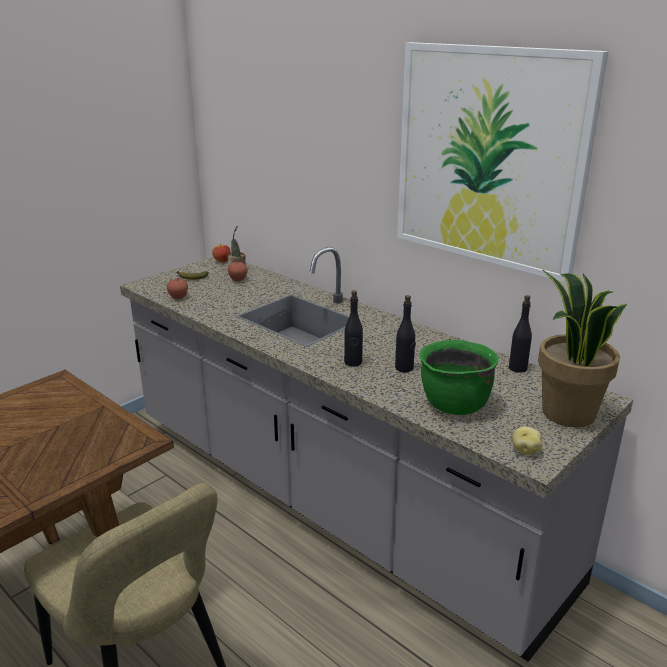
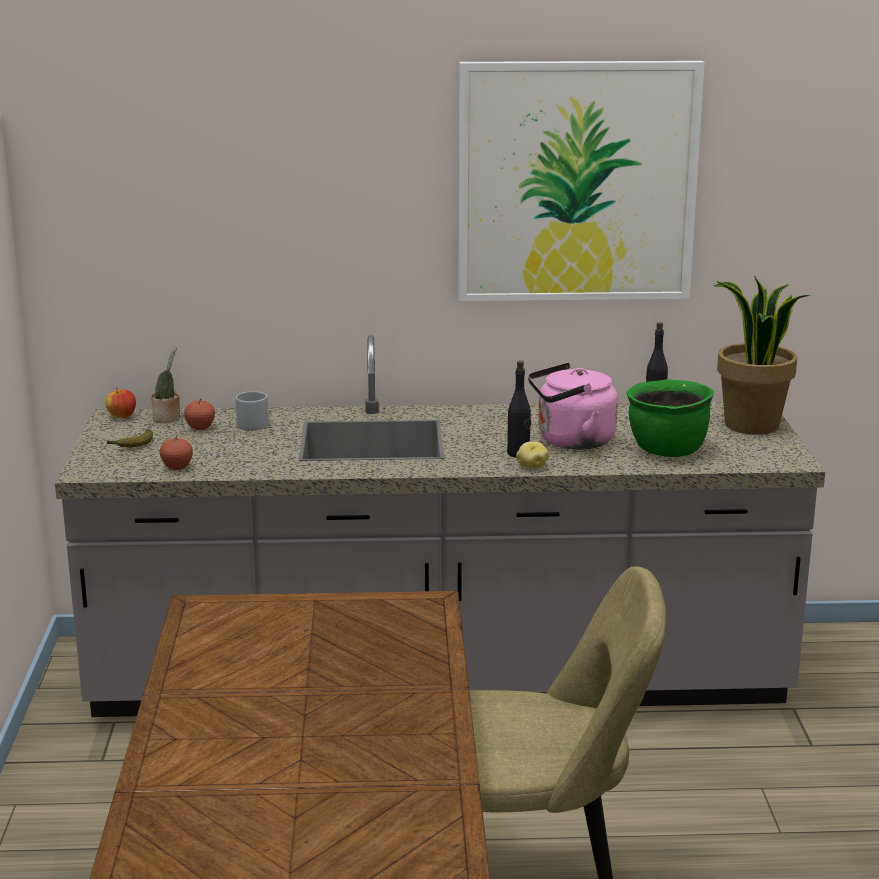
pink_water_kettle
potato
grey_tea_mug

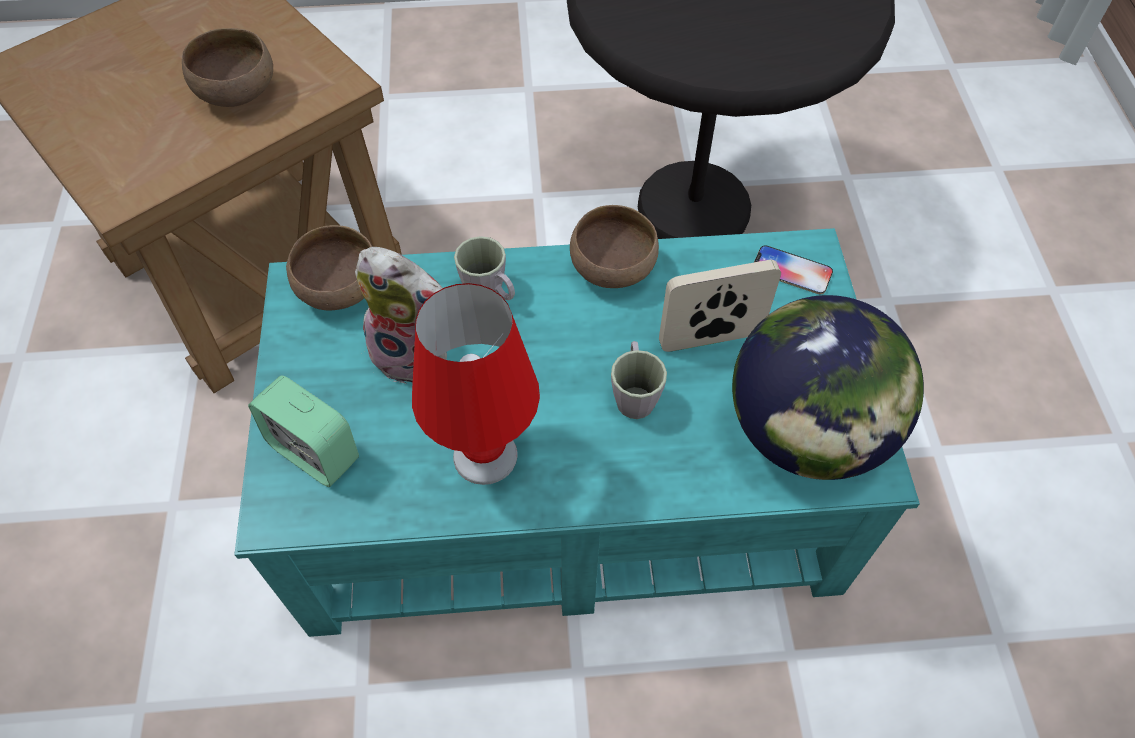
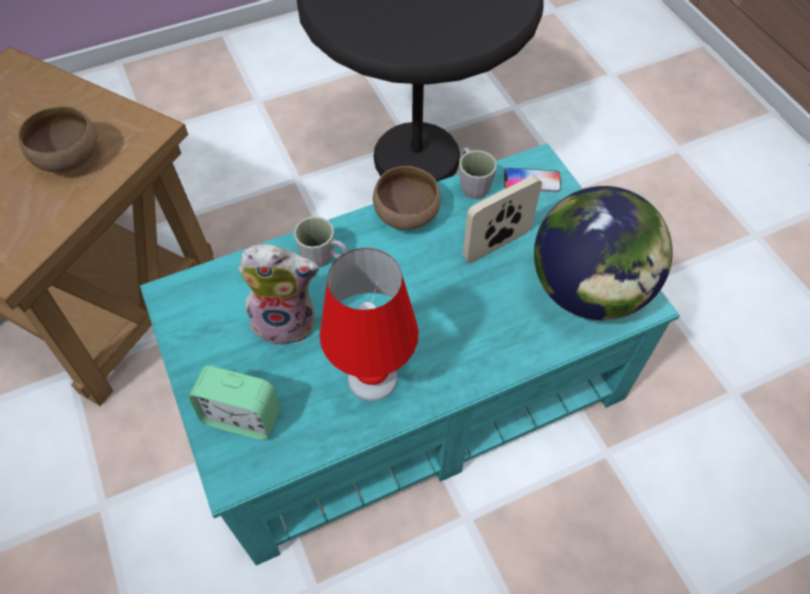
brown_deep_dish (2nd from left in the first image)
grey_tea_mug (2nd from left)

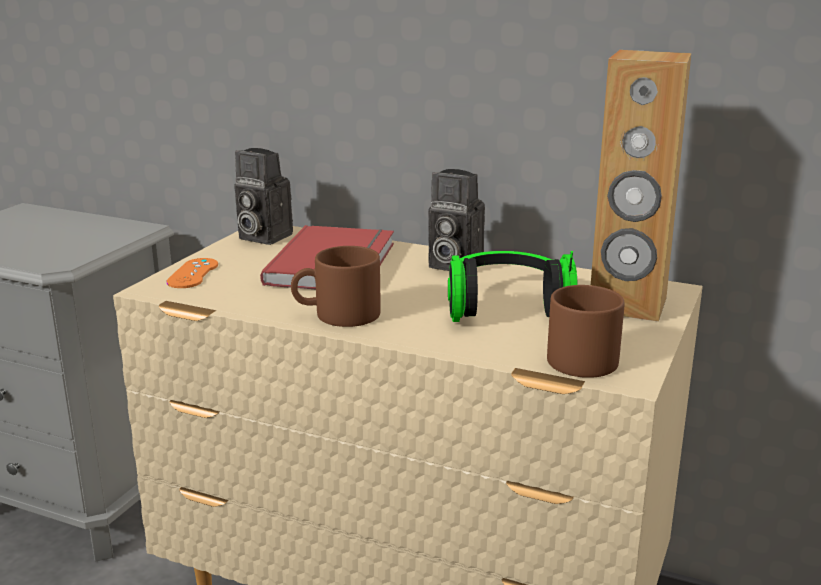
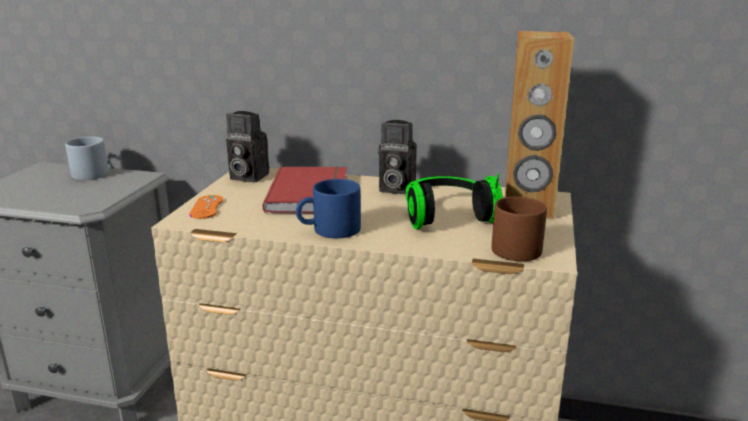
blue-coloured_tea_mug
grey_tea_mug

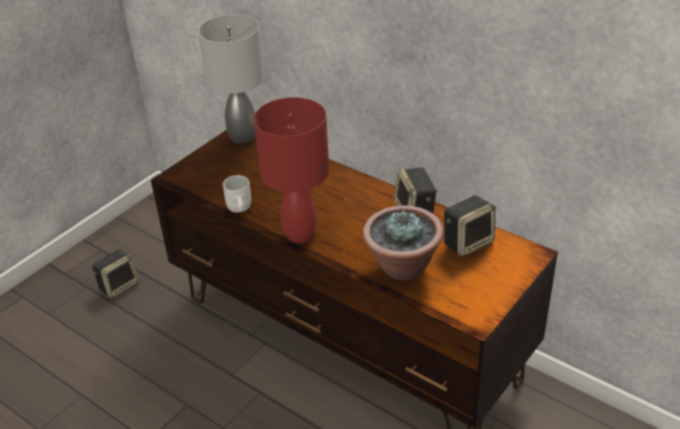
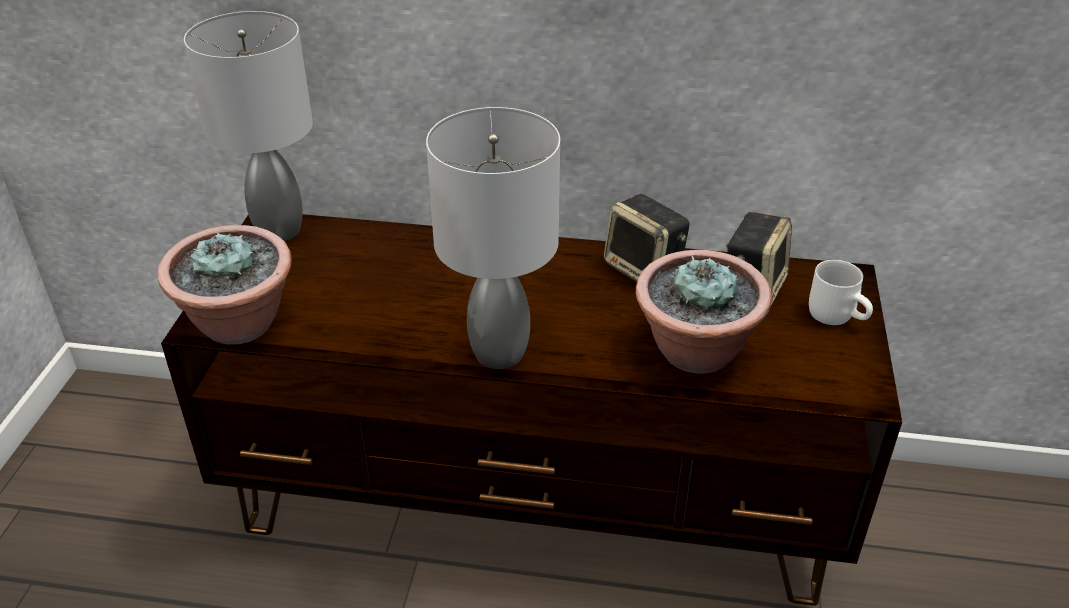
grey_table_lamp (2nd from left)
whitish_tea_mug
audio_speaker (1st from left in the first image)
potted_plant (1st from left)

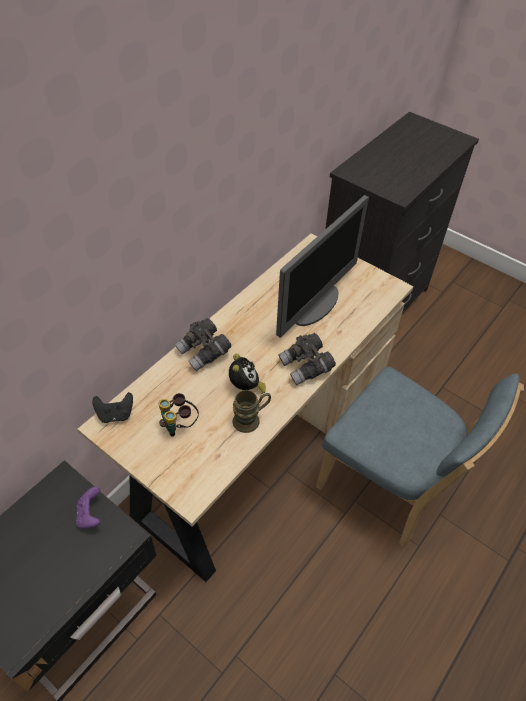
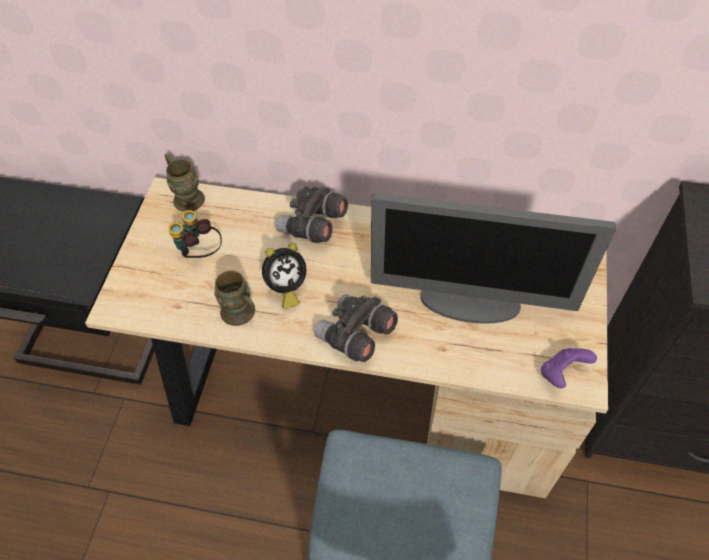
brown_tea_mug (1st from left)
purple_joypad

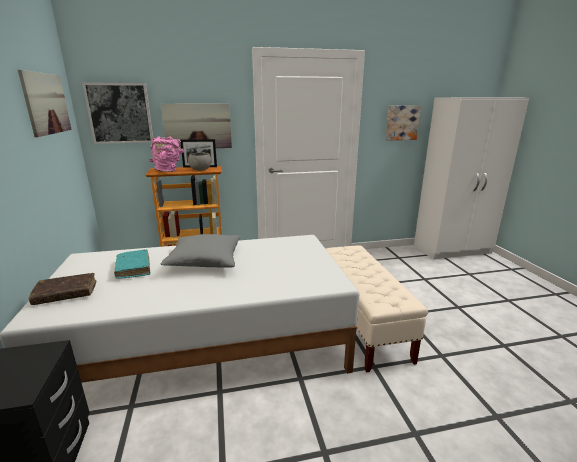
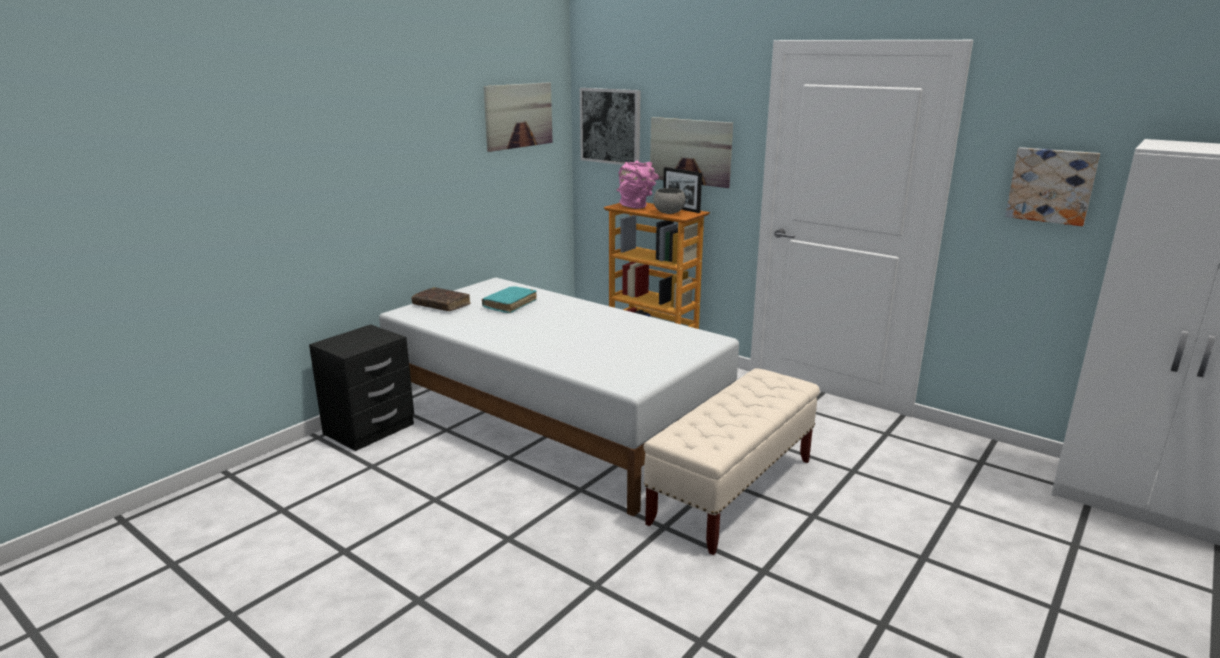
grey_cushion

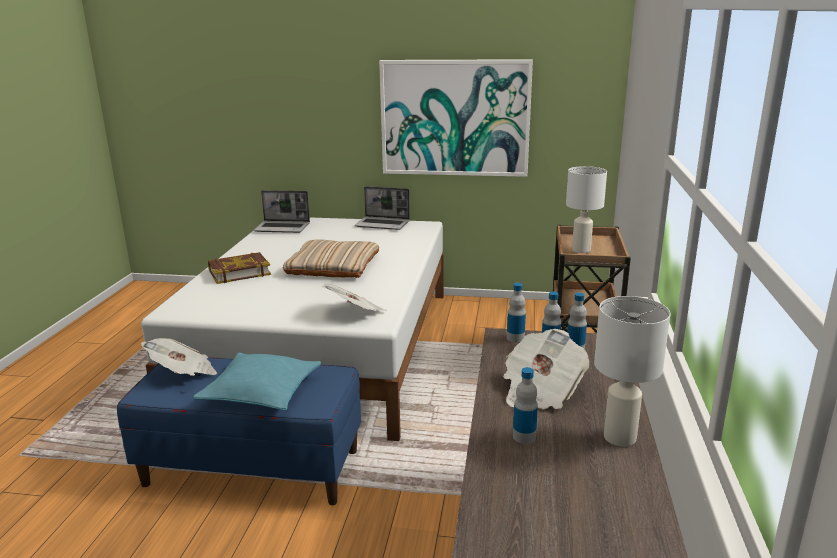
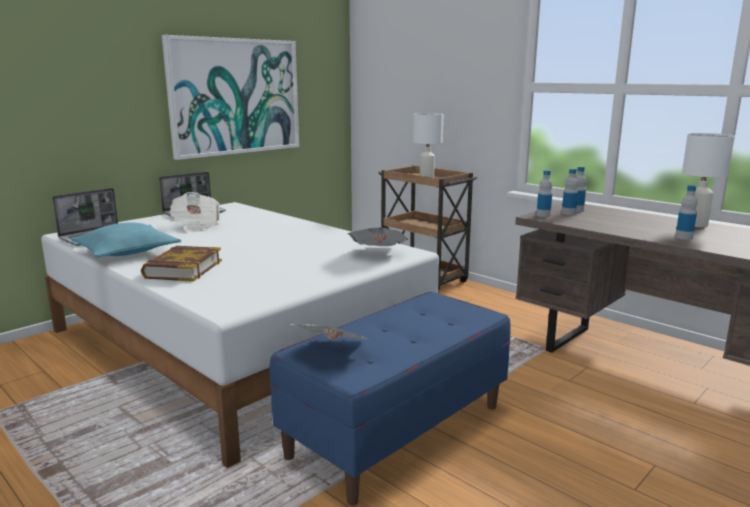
sand-coloured_cushion
newspaper (1st from left)
turquoise_cushion

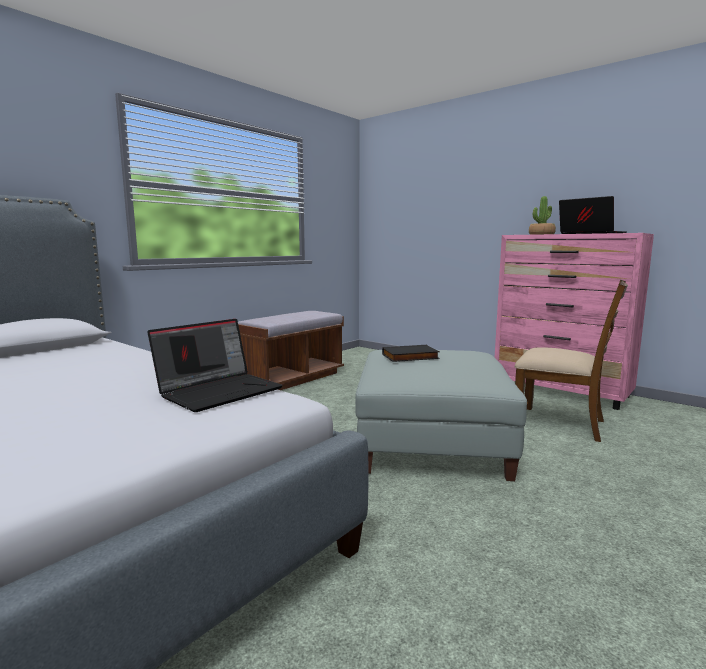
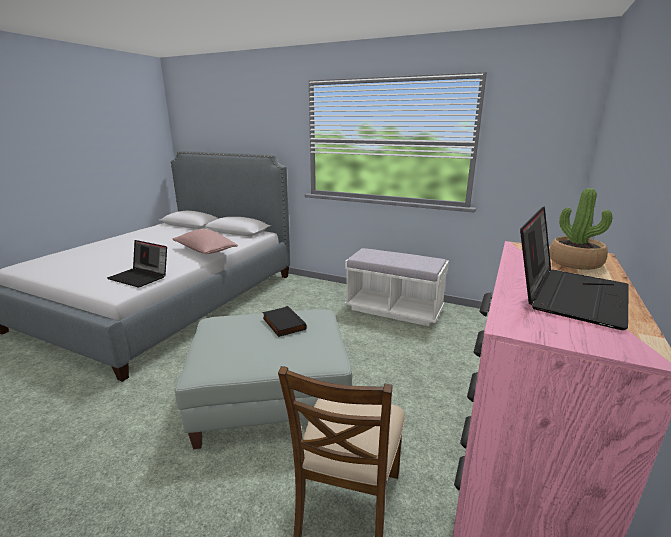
whitish_bench
pink_cushion

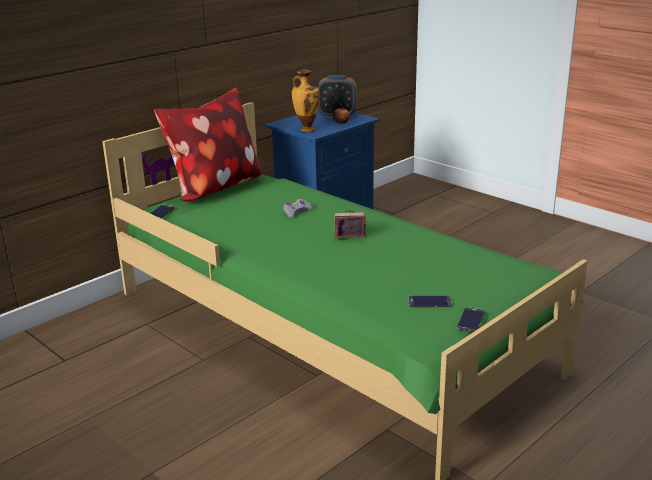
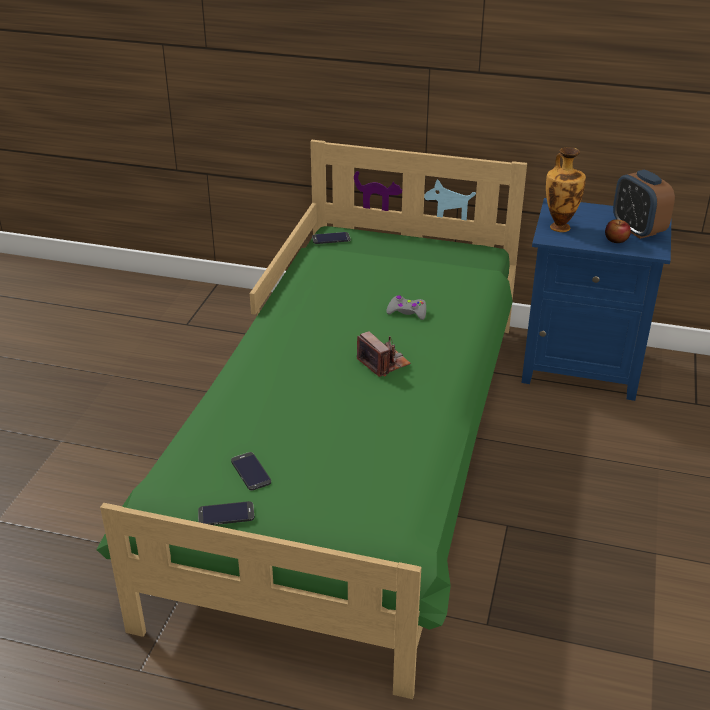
cushion

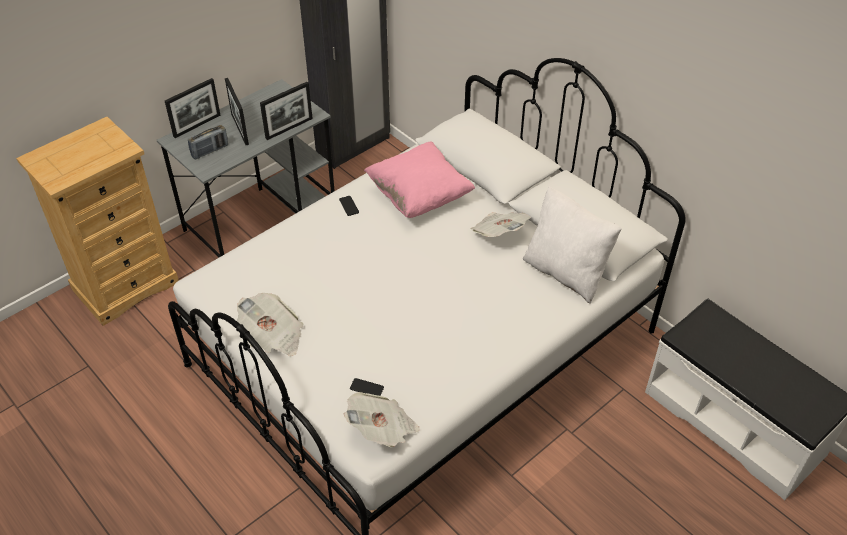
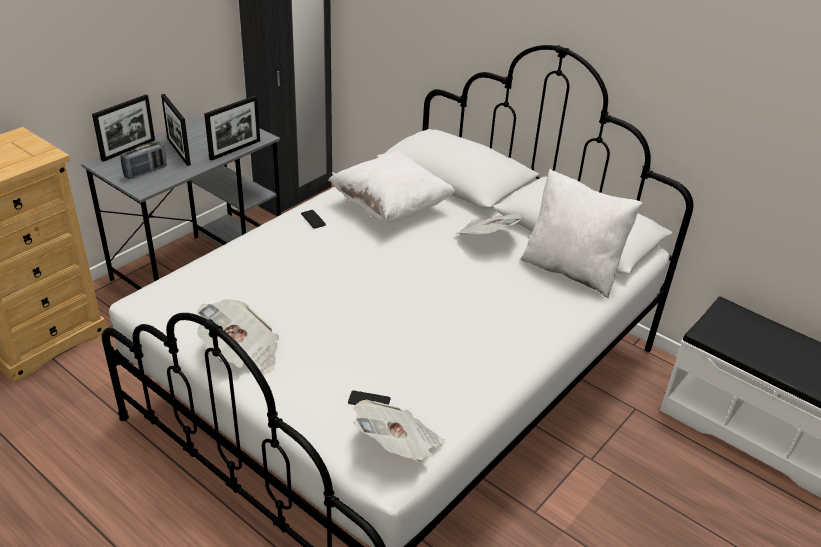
whitish_cushion (1st from left)

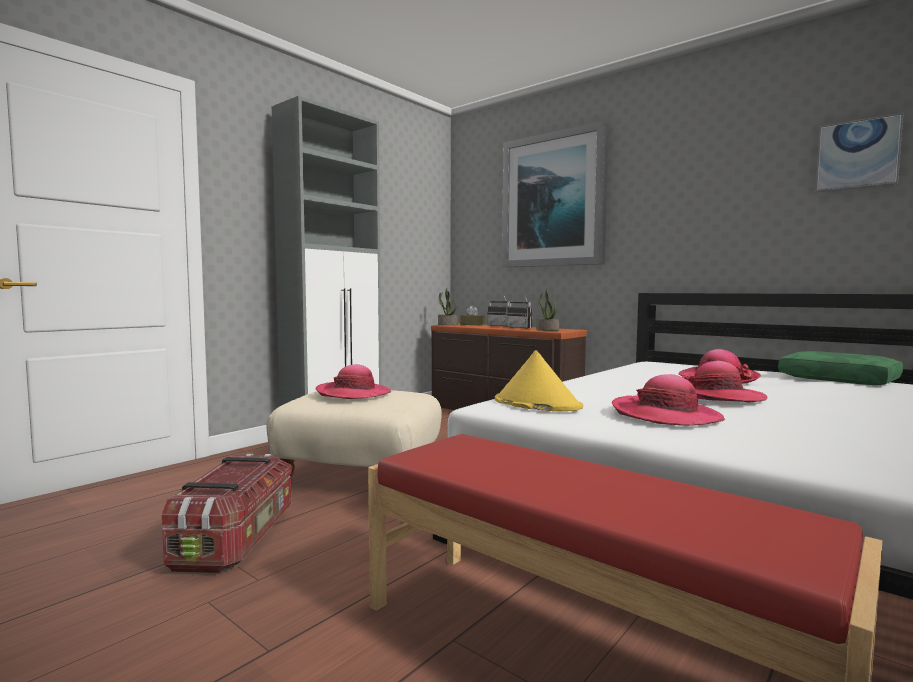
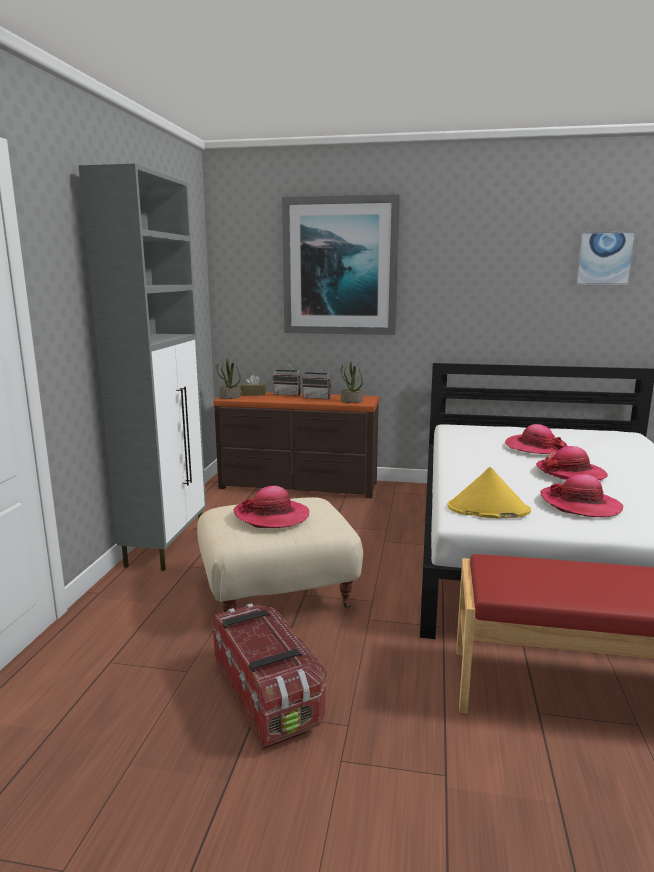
greenish_cushion

